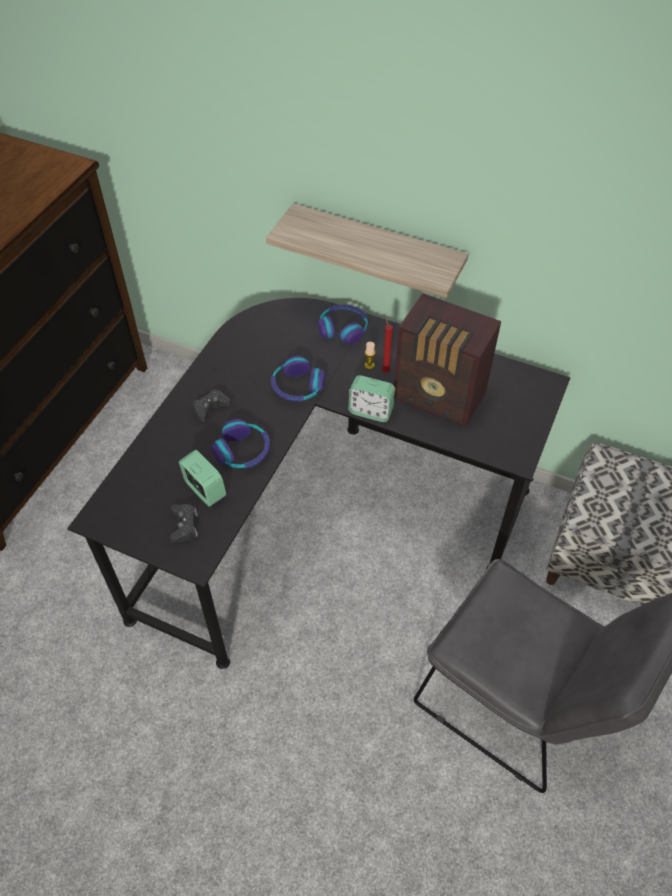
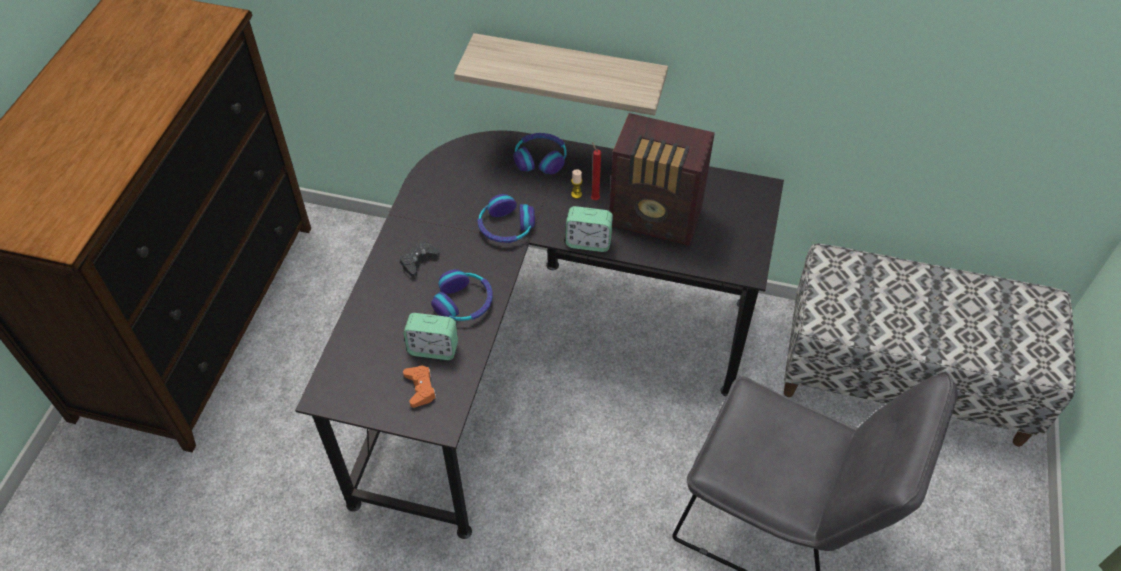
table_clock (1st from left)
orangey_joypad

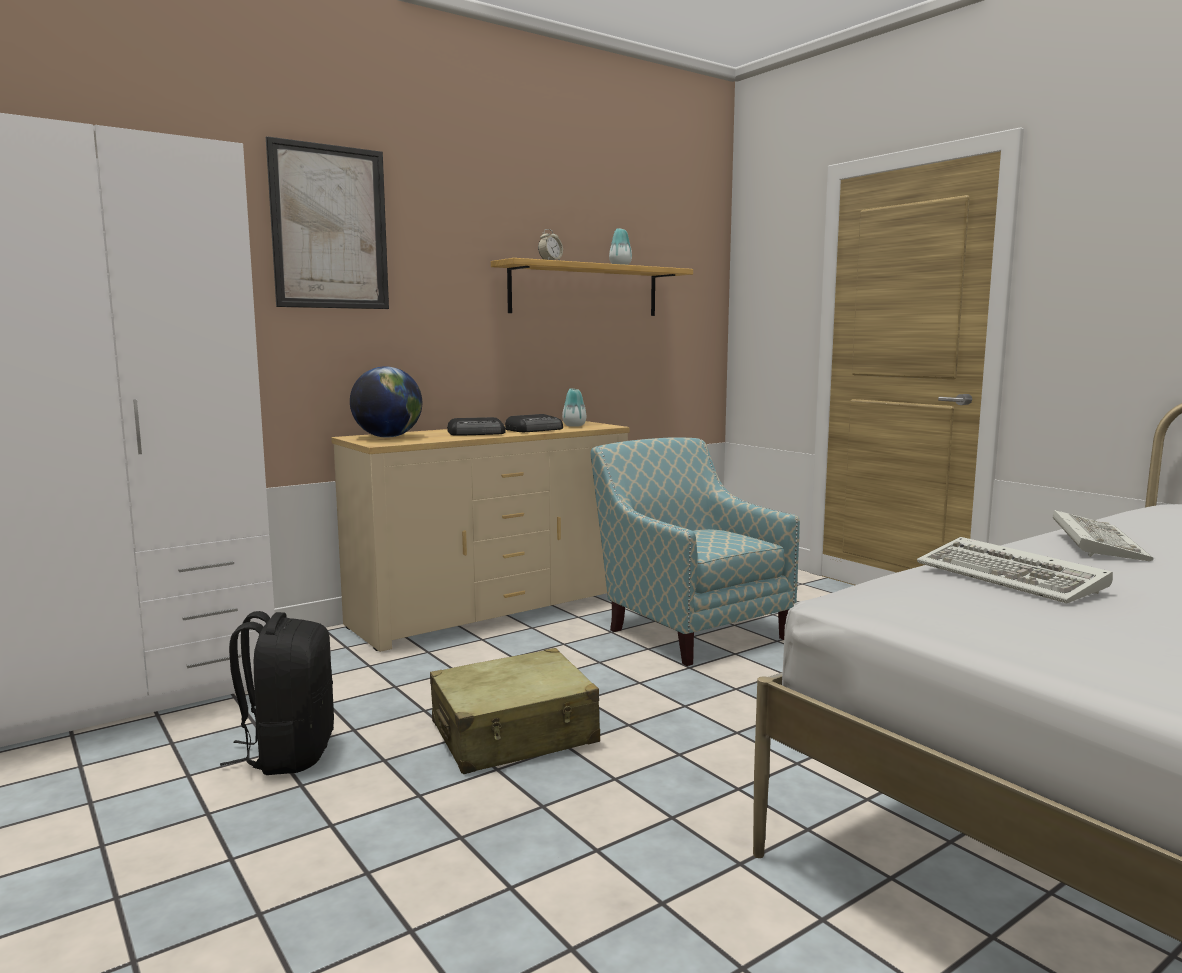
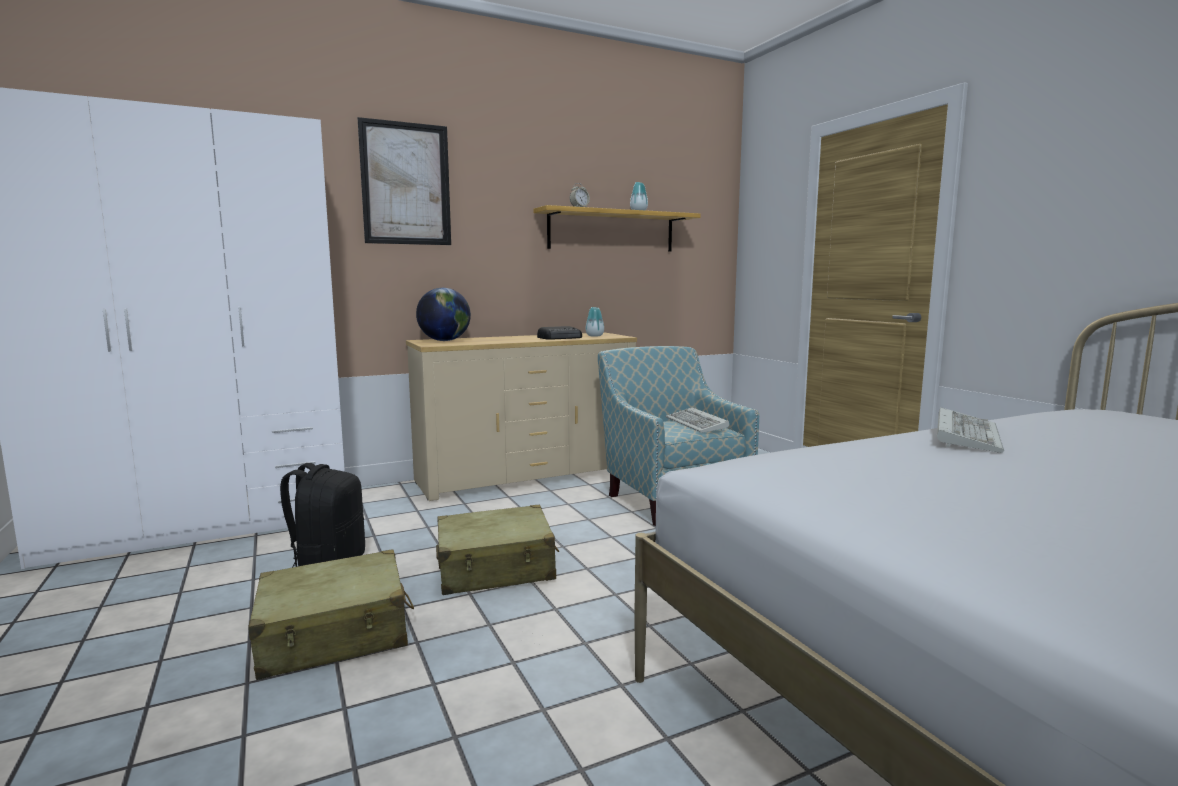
radio_set (1st from left in the first image)
PC_keyboard (1st from left)
sand-coloured_piece_of_luggage (1st from left)

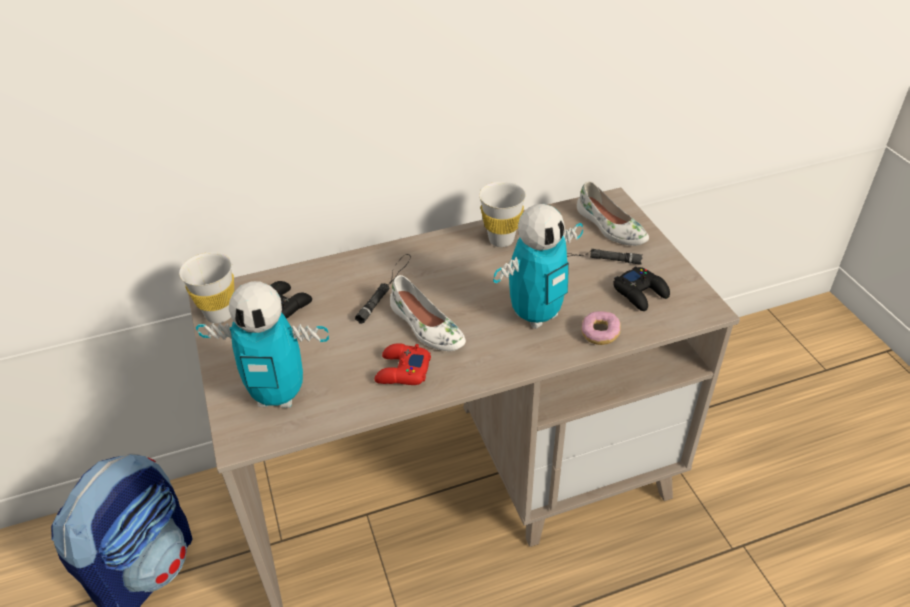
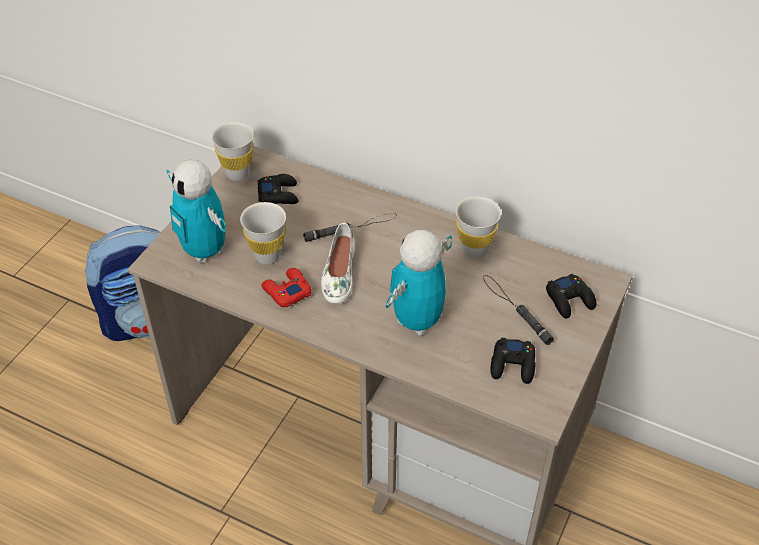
black-coloured_joypad (3rd from left)
model_robot (2nd from left)
donut
whitish_cup (2nd from left)

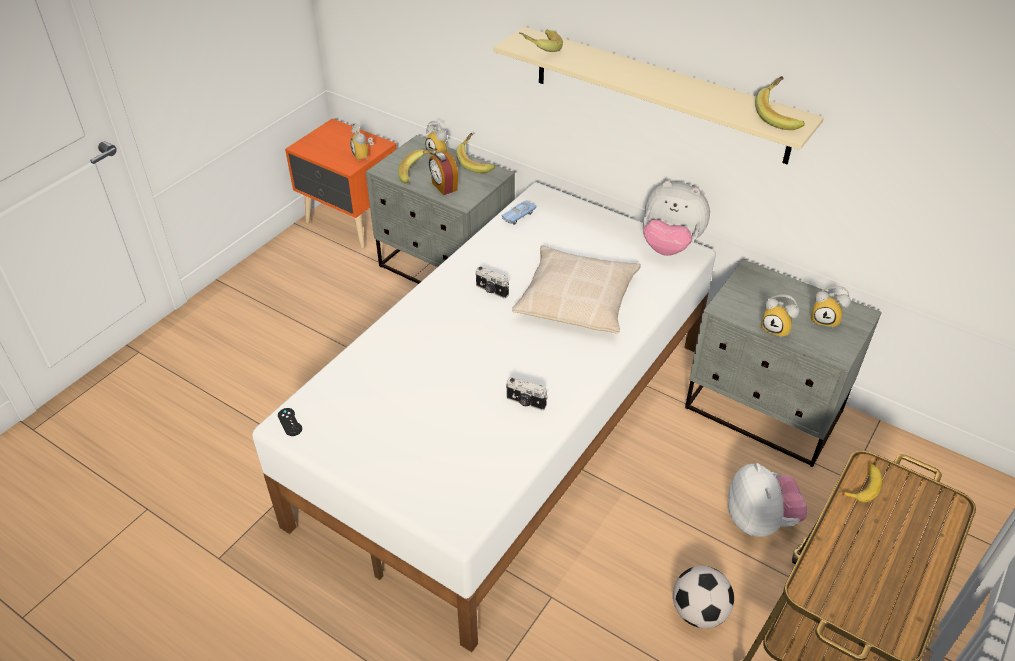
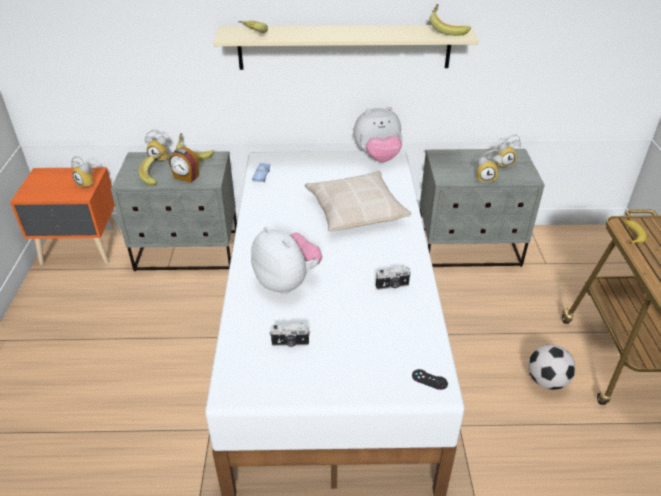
photo_camera (1st from left)
black-coloured_joypad
plush_toy (1st from left)

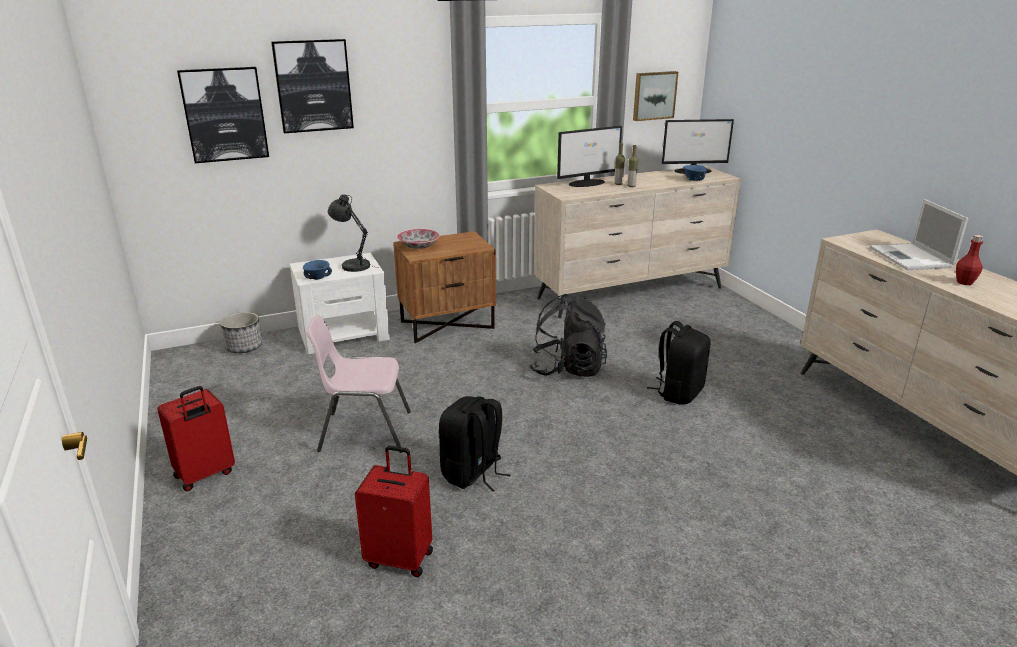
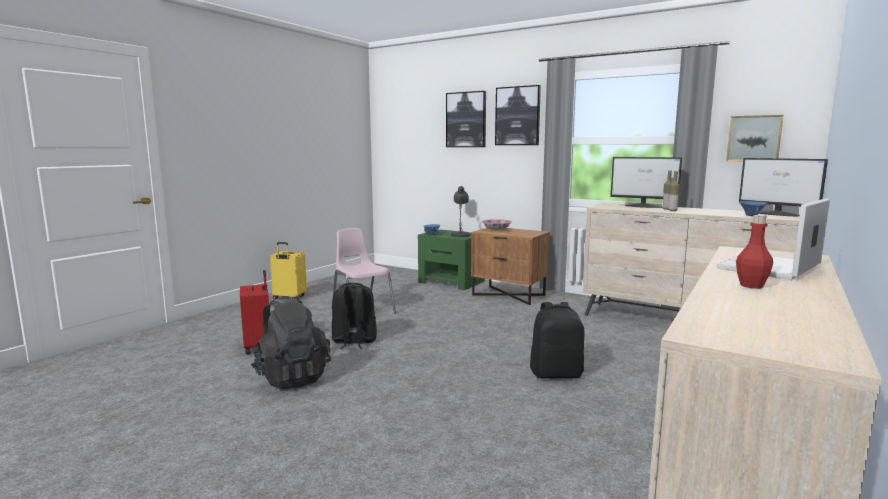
wall_art (2nd from left)
greenish_night_table
black-coloured_rucksack (1st from left)
plant_pot
yellowish_piece_of_luggage

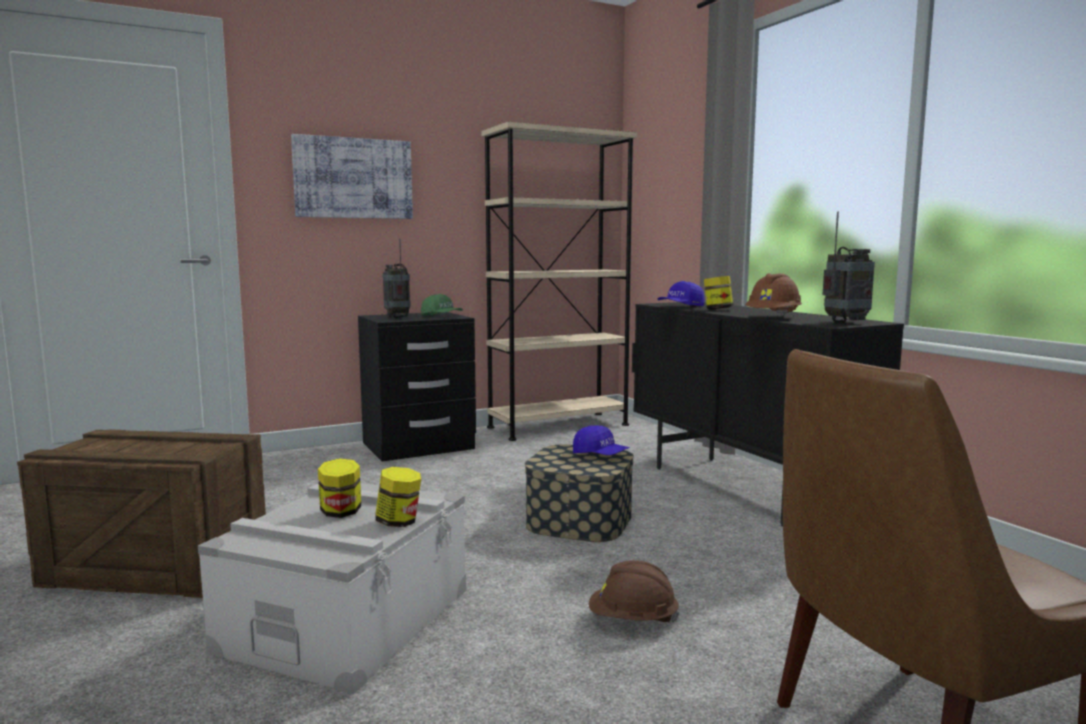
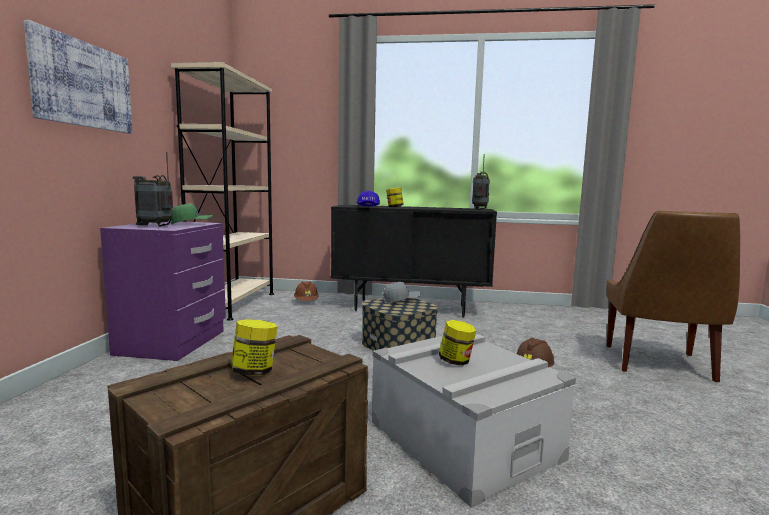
brown_work_helmet (1st from left)
purple_night_table
grey_baseball_cap
preserve_jar (1st from left)

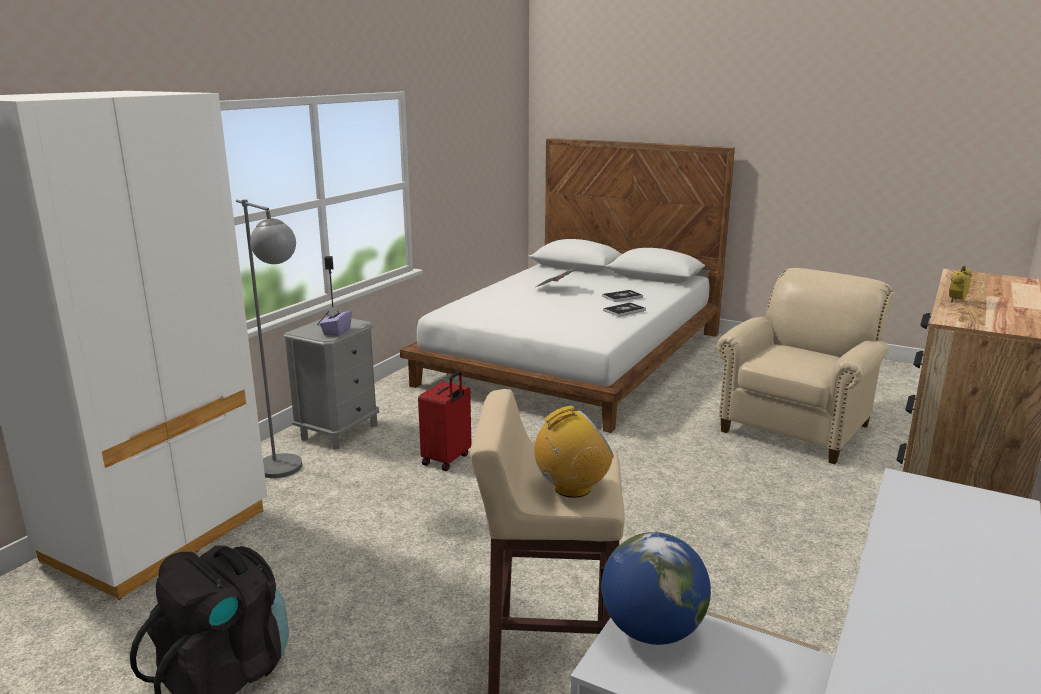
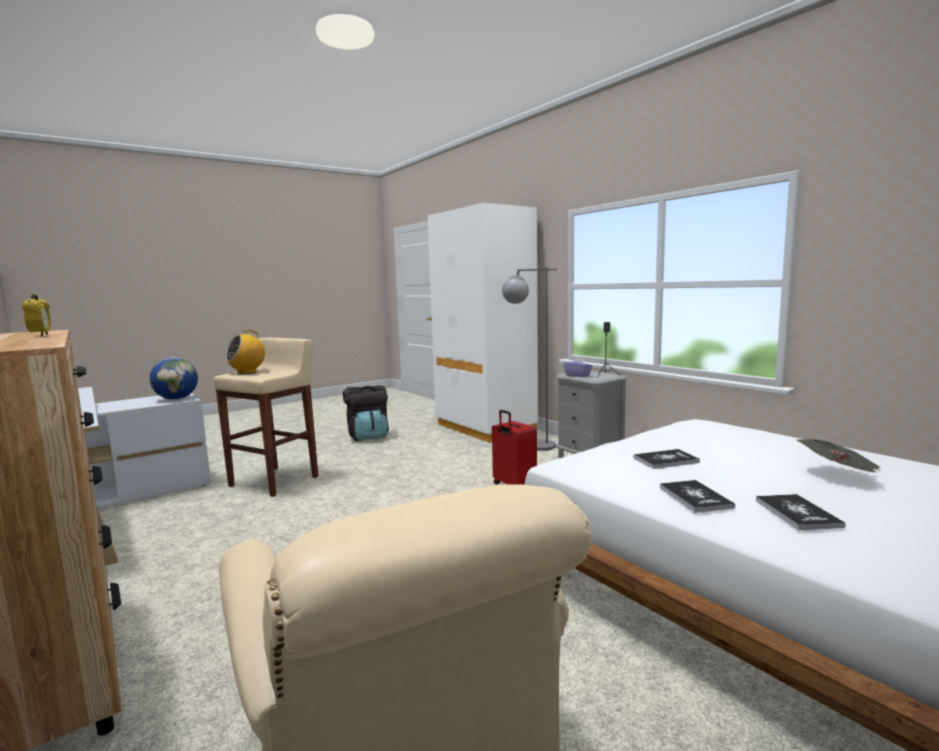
radio_set
book (1st from left)

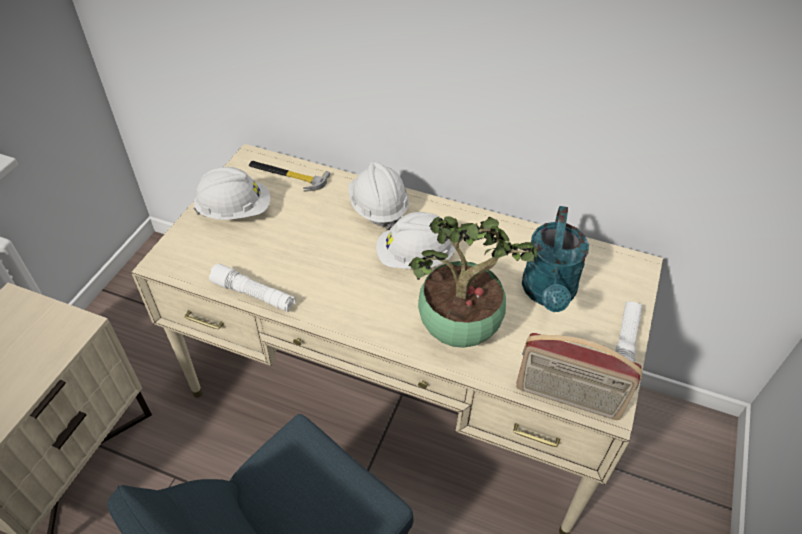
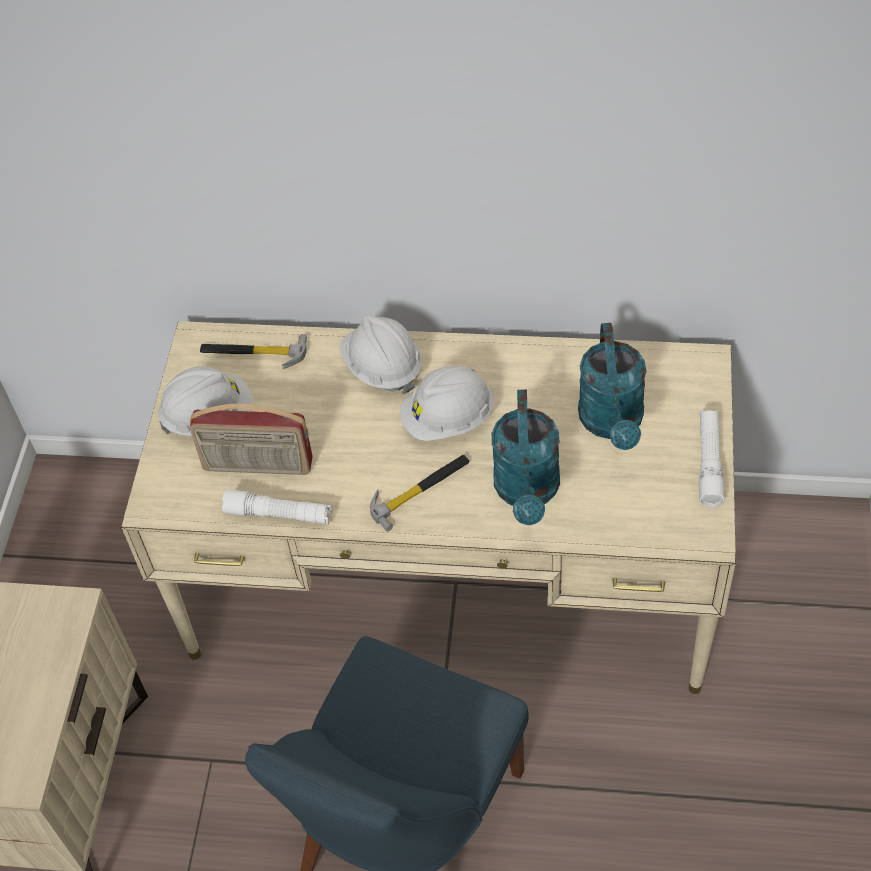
turquoise_watering_can (1st from left)
radio_set
hand_hammer (2nd from left)

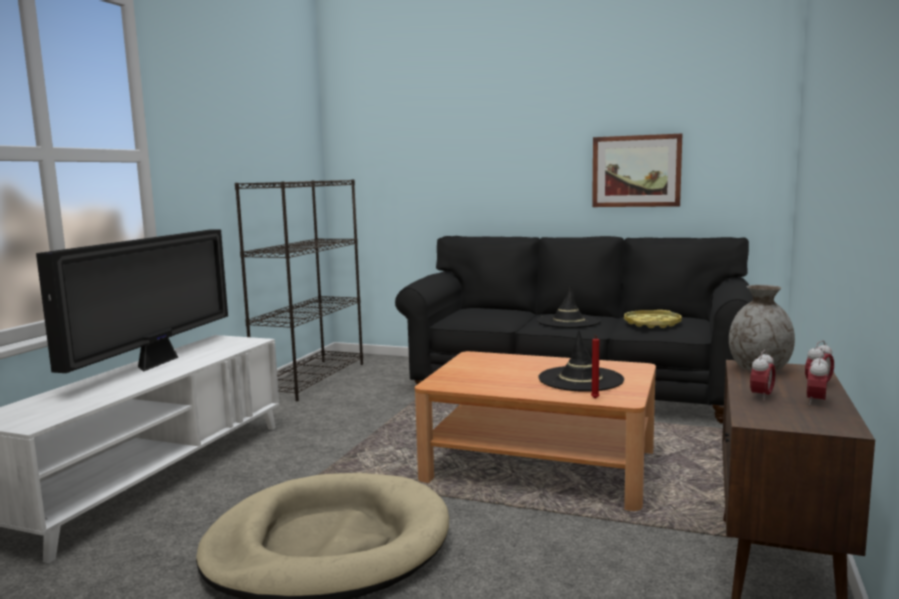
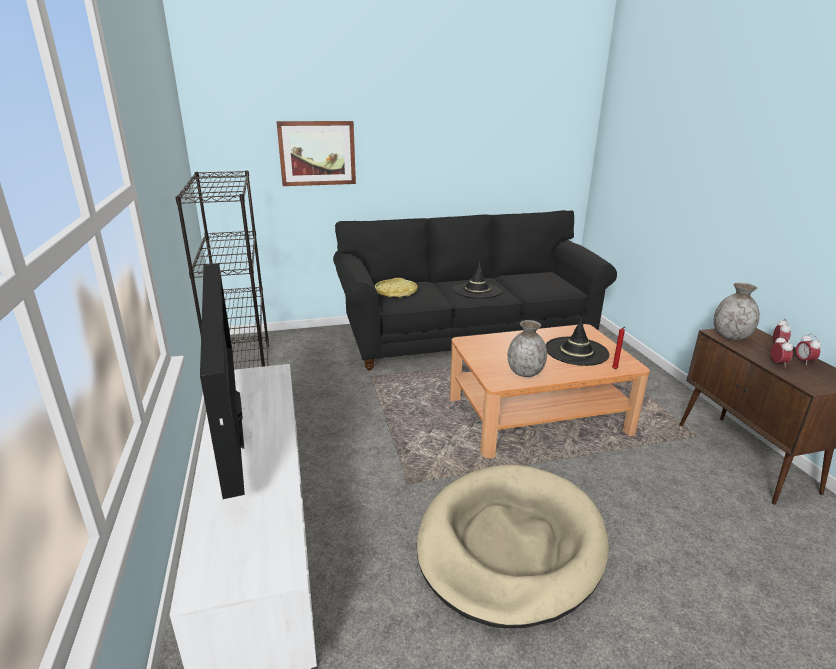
wall_art
yellowish_serving_tray
grey_decorative_vase (1st from left)

